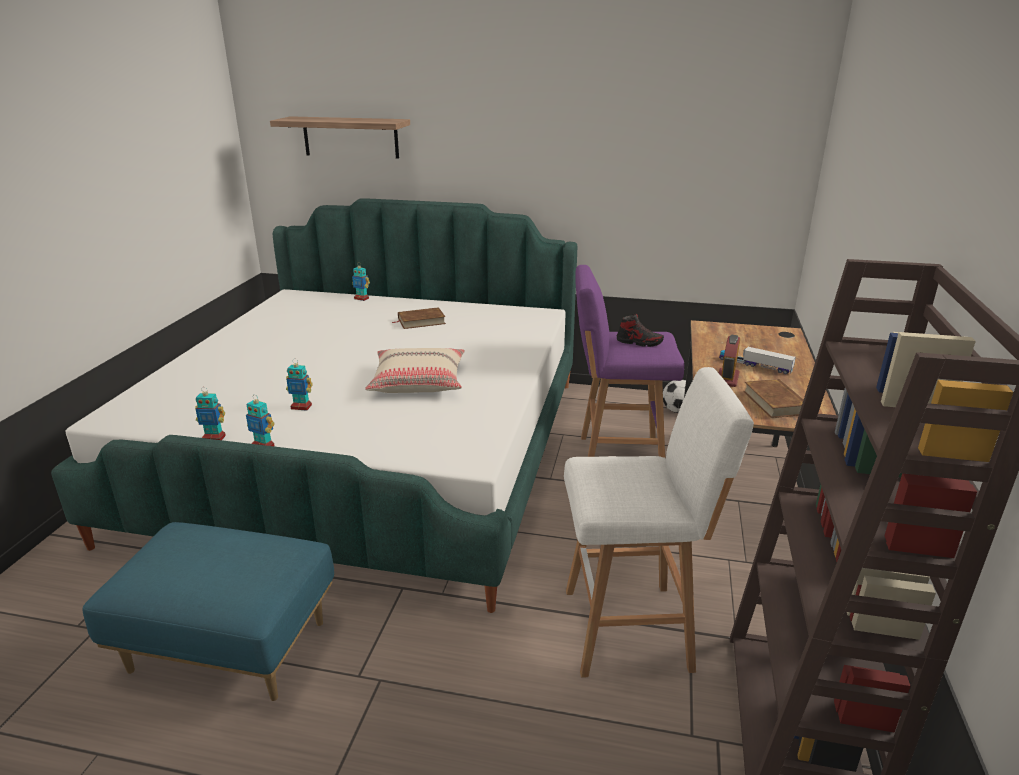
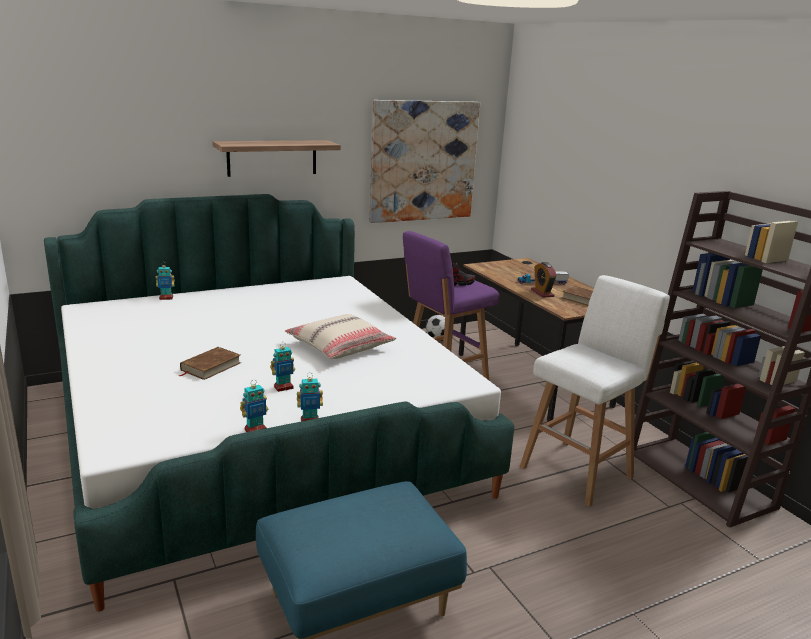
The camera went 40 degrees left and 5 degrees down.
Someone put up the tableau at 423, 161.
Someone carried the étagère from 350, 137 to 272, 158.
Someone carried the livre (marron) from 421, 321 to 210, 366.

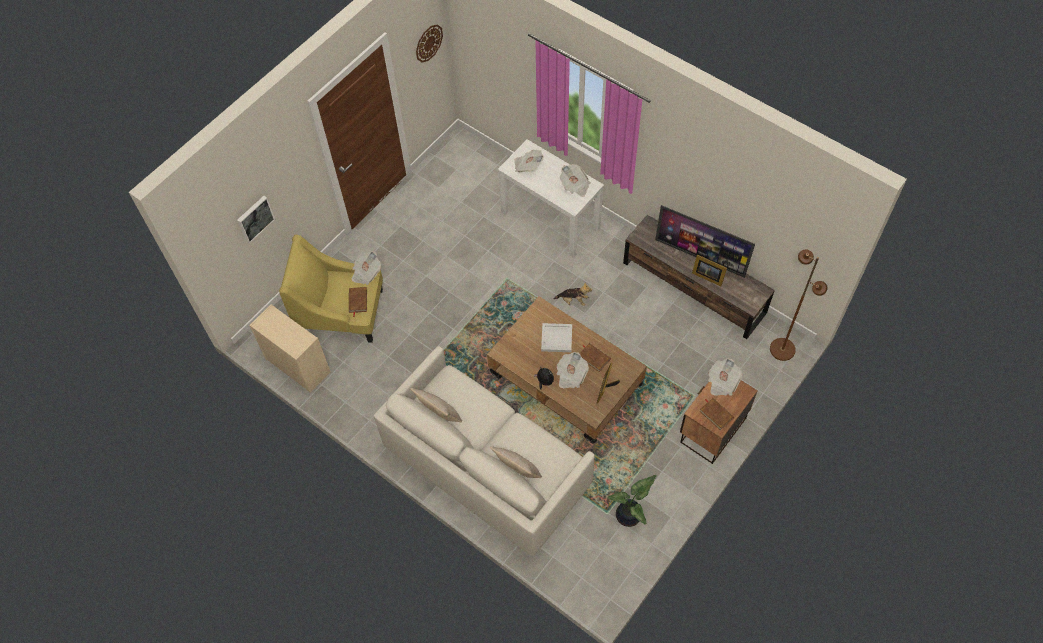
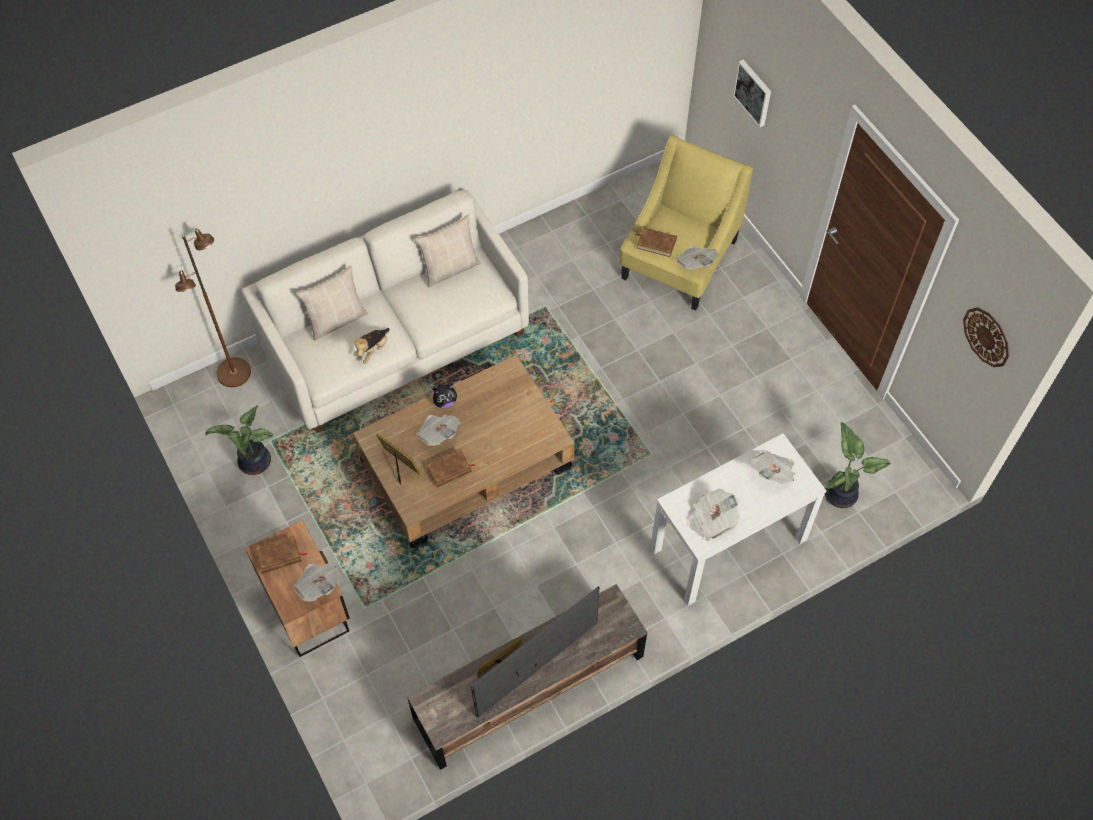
The camera went 110 degrees right and 0 degrees up.
Someone took away the commode (beige) at 297, 365.
Someone took away the plateau (blanc) at 557, 338.
Someone put down the plante en pot at 841, 493.
Someone carried the peluche from 573, 300 to 372, 350.
Someone carried the lampadaire (marron) from 782, 349 to 234, 373.

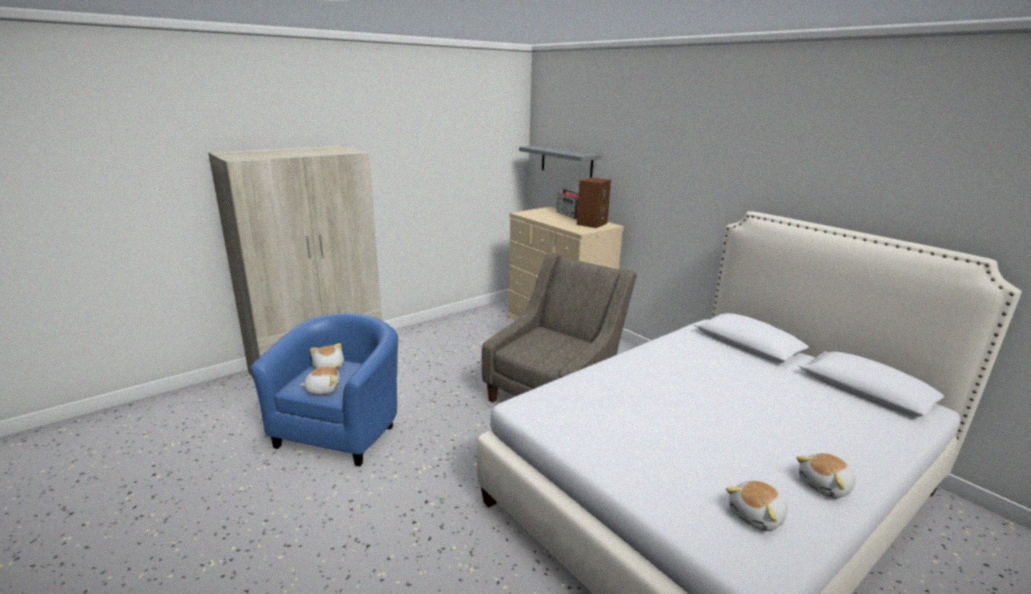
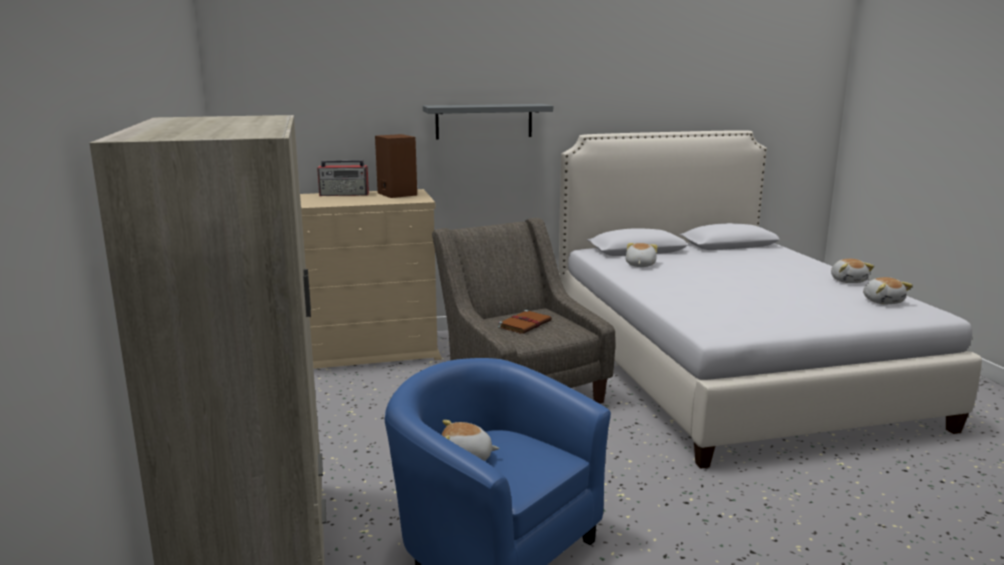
The camera went 65 degrees left and 5 degrees down.
Someone put down the livre (marron) at 525, 324.
Someone carried the peluche from 323, 389 to 639, 265.
Someone carried the étagère (gris) from 566, 162 to 484, 121.

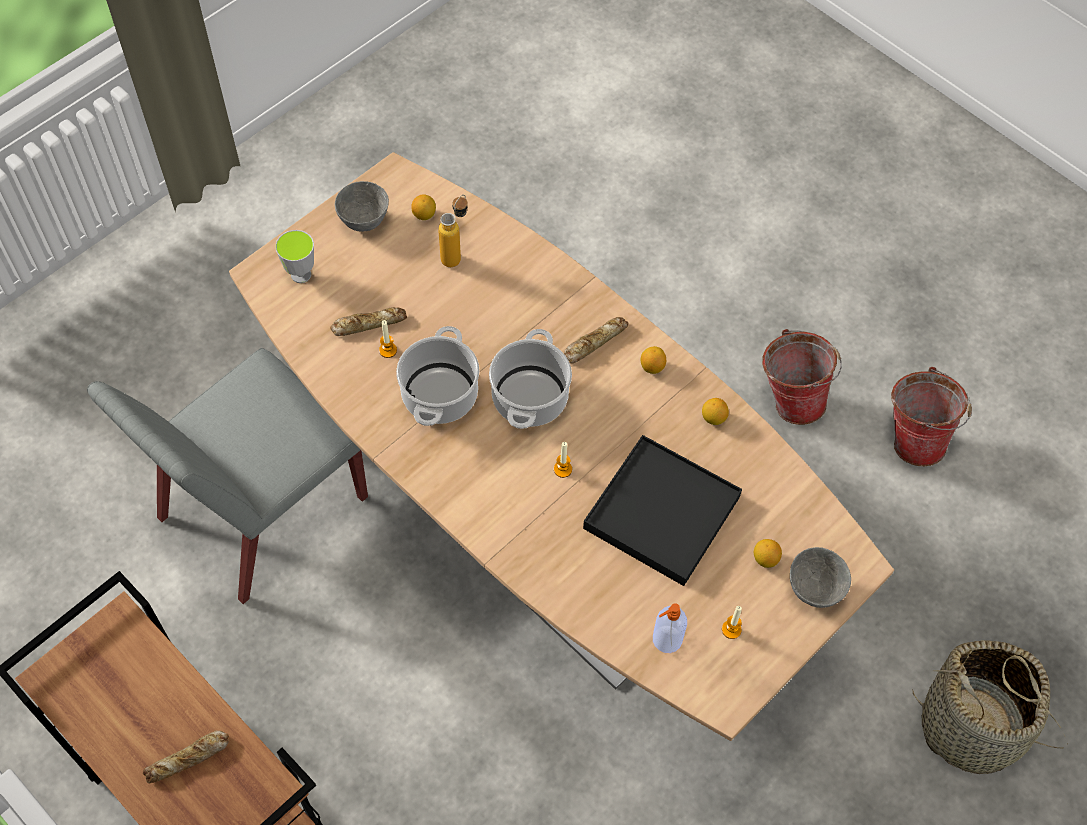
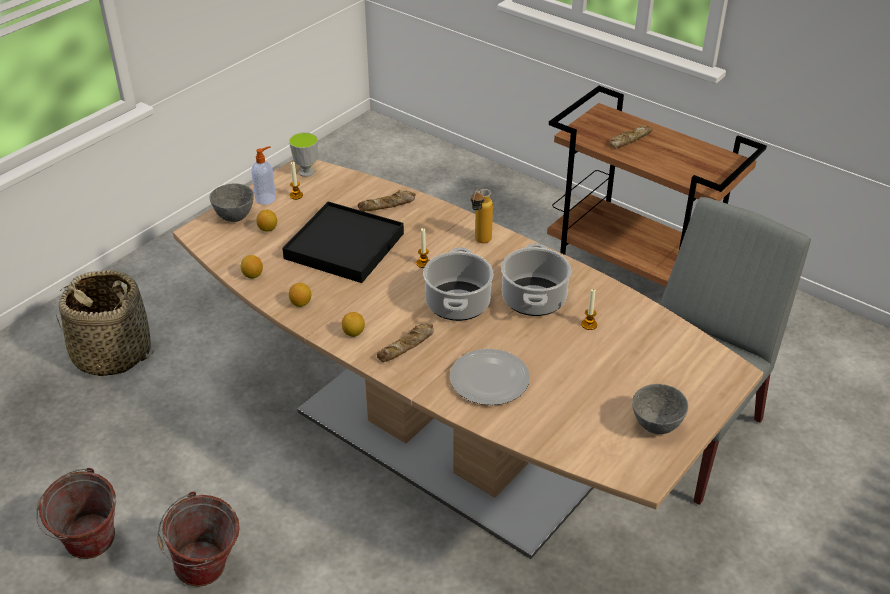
The camera went 175 degrees right and 20 degrees down.
Someone put down the assiette at 489, 379.
Someone carried the tasse from 301, 275 to 306, 172.
Someone carried the pain from 368, 324 to 387, 205.
Someone carried the citron from 424, 215 to 252, 275.
Someone carried the bouteille from 456, 254 to 479, 242.
Someone carried the distributeur de savon from 666, 640 to 266, 198.

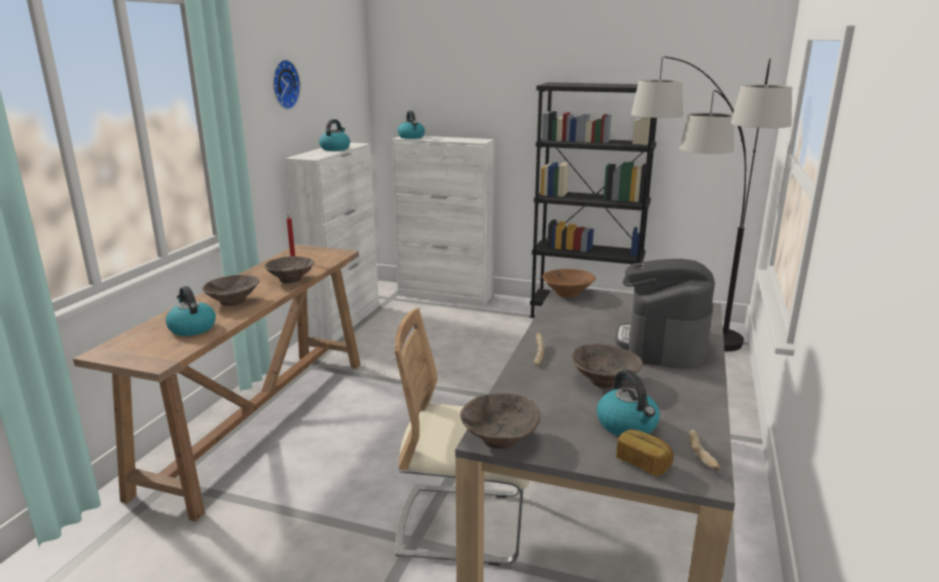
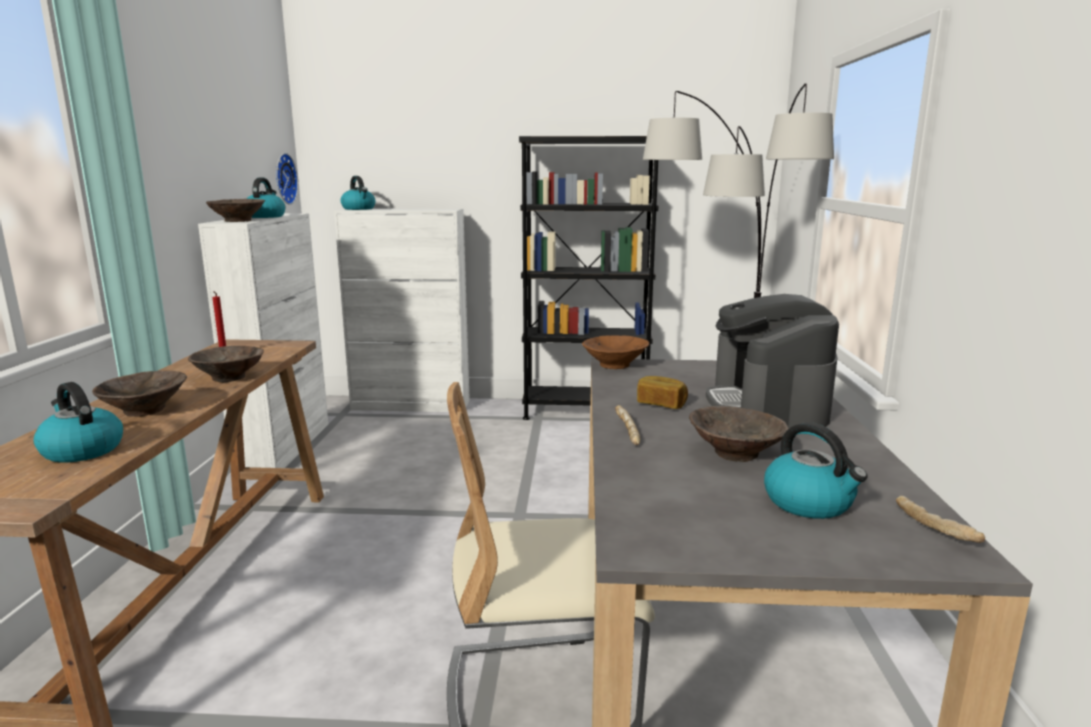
The camera went 15 degrees left and 5 degrees down.
Someone carried the horloge murale from 283, 84 to 283, 179.
Someone carried the bol (marron) from 499, 438 to 238, 221.
Someone carried the pain from 643, 463 to 661, 404.

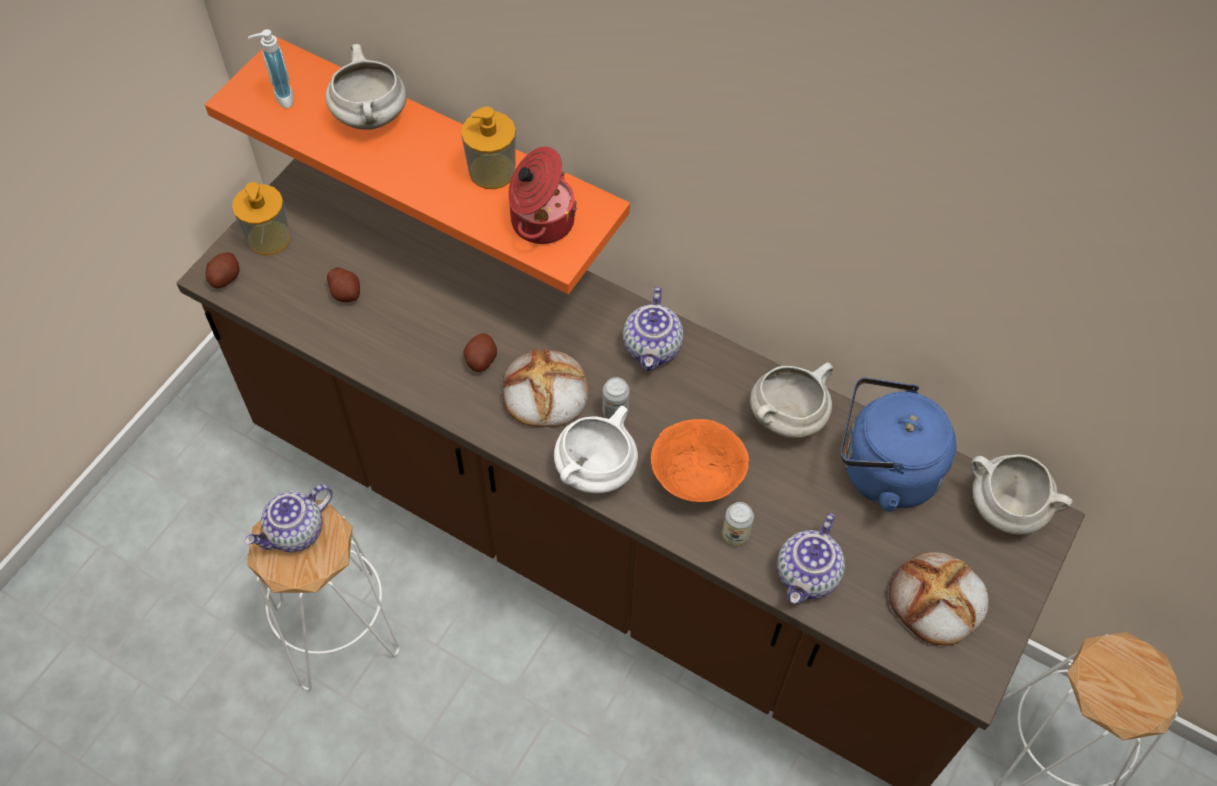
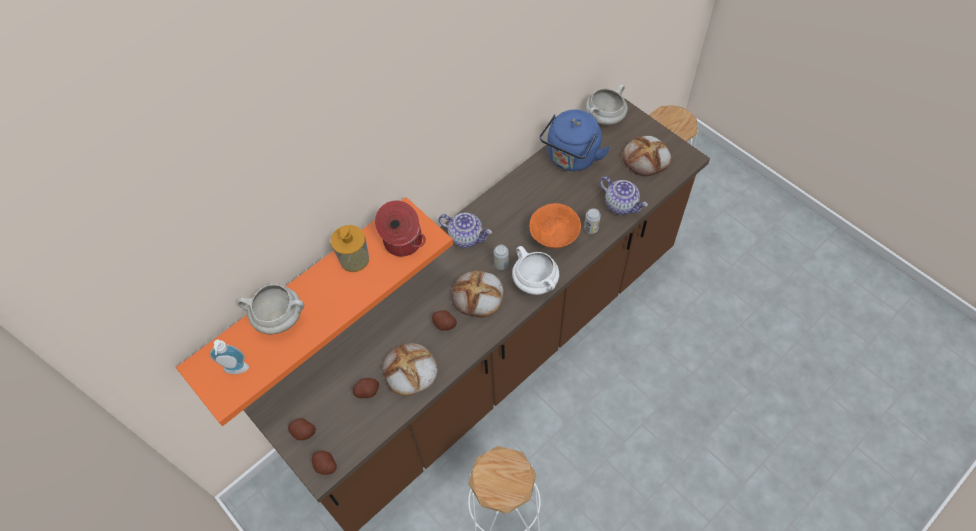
The camera went 70 degrees left and 0 degrees up.
Someone took away the théière at 296, 532.
Someone took away the marmite (blanc) at 787, 416.
Someone put down the pain at 409, 371.
Someone swapped the distributeur de savon at 269, 238 for the pomme de terre at 303, 432.

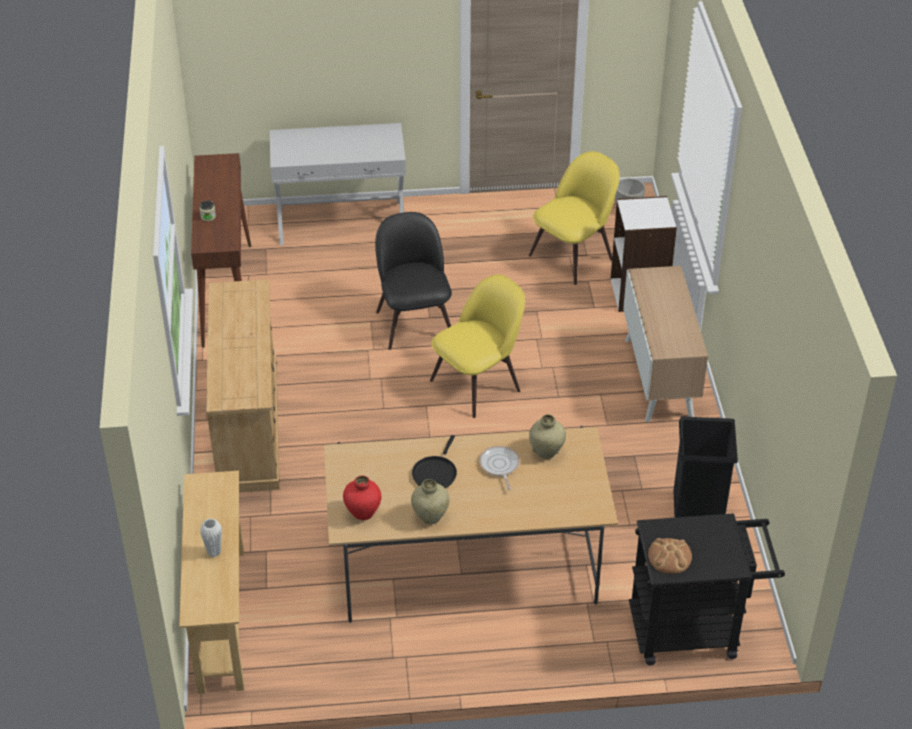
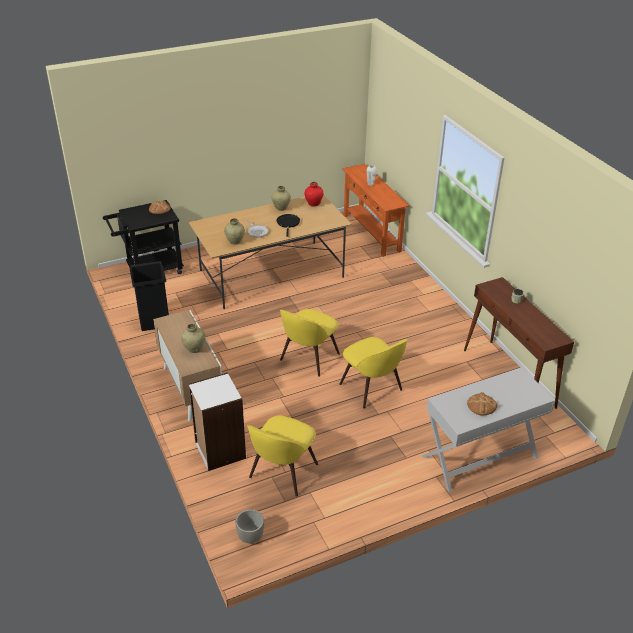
The camera went 160 degrees right and 5 degrees down.
Someone took away the commode (beige) at 248, 424.
Someone put down the vase (beige) at 194, 349.
Someone put down the pain at 481, 405.
Someone repainted the table console (beige) at 220, 619, which became the table console (orange) at 372, 233.
Someone repainted the chaise (noir) at 414, 322, which became the chaise (jaune) at 372, 388.

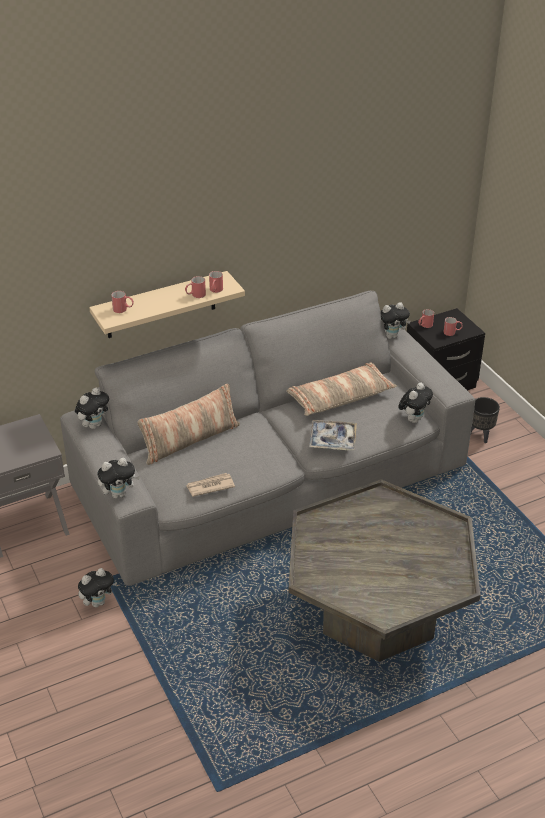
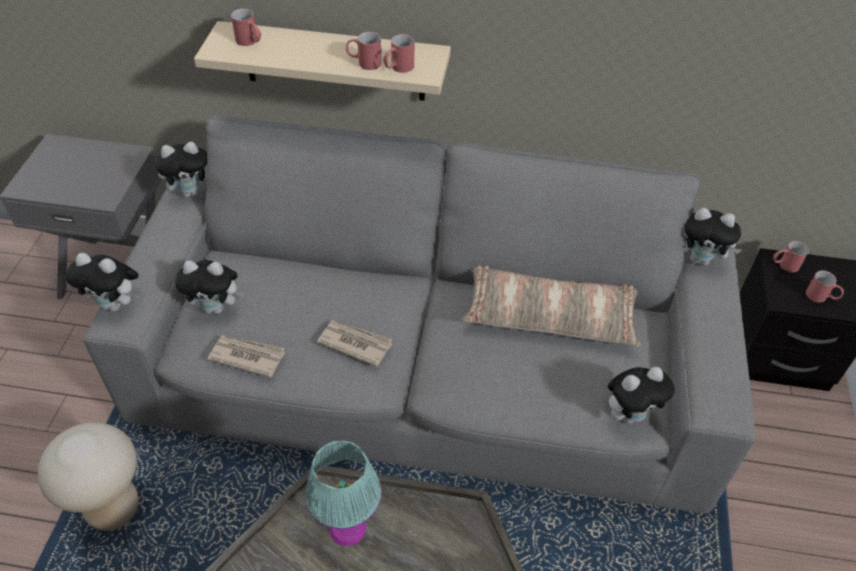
The camera went 35 degrees right and 10 degrees up.
Someone took away the coussin at 190, 440.
Someone took away the plateau at 332, 440.
Someone took away the cache-pot (noir) at 480, 435.
Someone put down the tabouret (beige) at 113, 509.
Someone put down the lampe de table (turquoise) at 348, 528.
Someone put down the journal at 355, 343.
Someone carried the peluche from 98, 602 to 216, 307.

